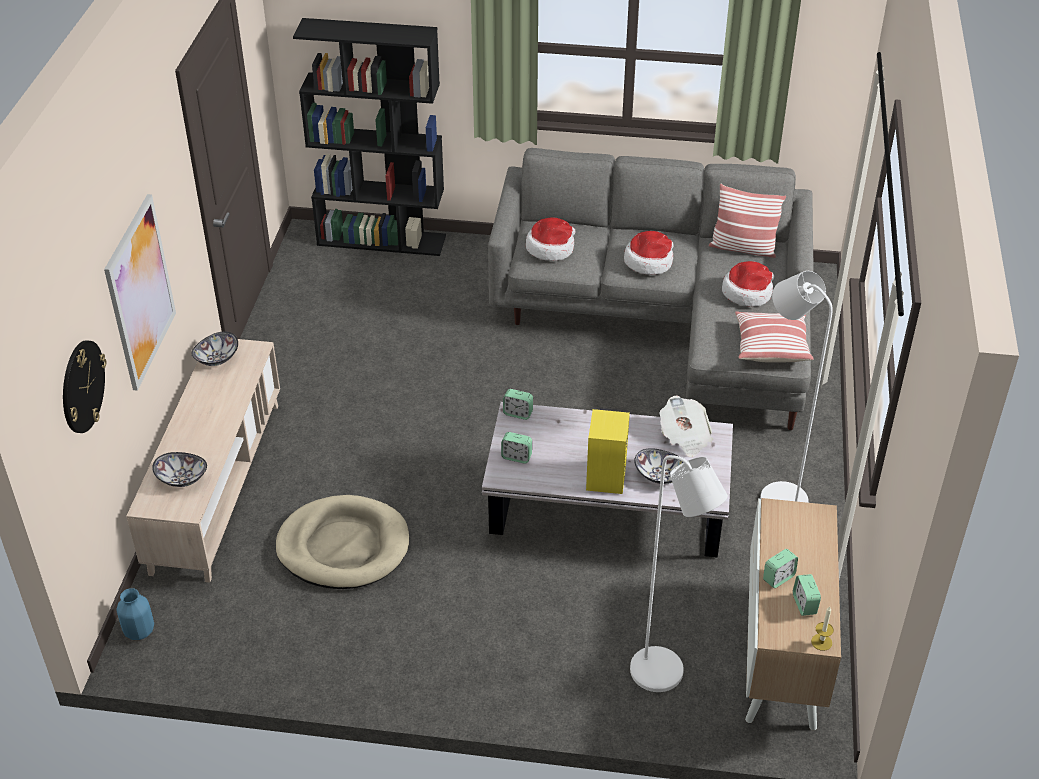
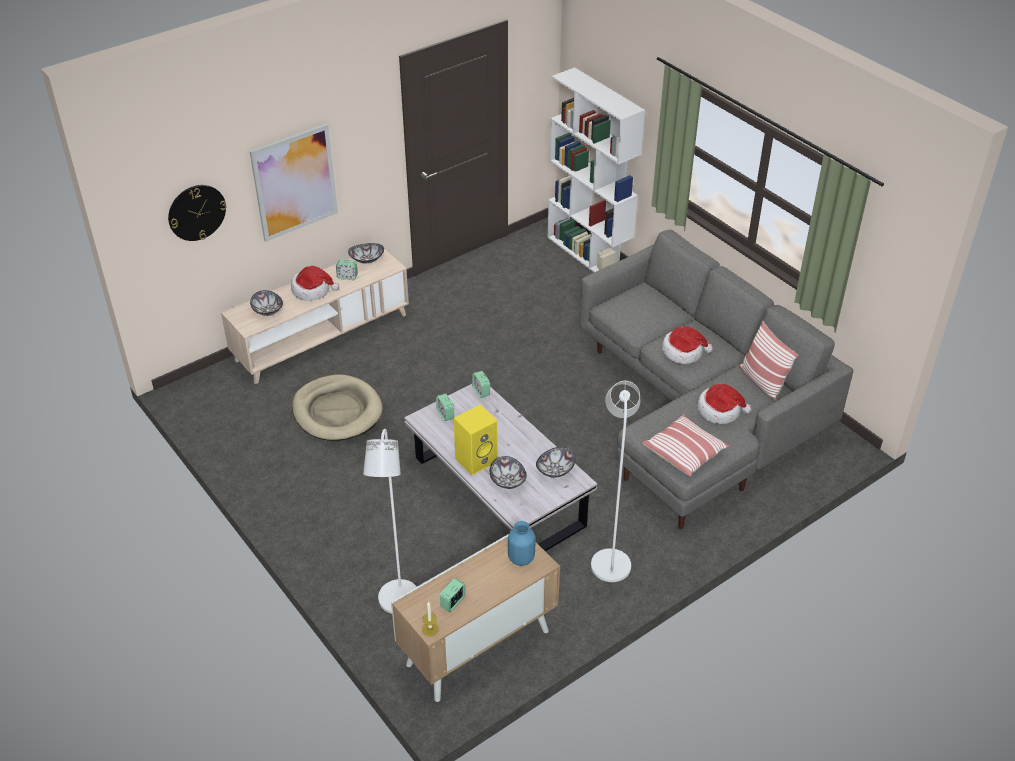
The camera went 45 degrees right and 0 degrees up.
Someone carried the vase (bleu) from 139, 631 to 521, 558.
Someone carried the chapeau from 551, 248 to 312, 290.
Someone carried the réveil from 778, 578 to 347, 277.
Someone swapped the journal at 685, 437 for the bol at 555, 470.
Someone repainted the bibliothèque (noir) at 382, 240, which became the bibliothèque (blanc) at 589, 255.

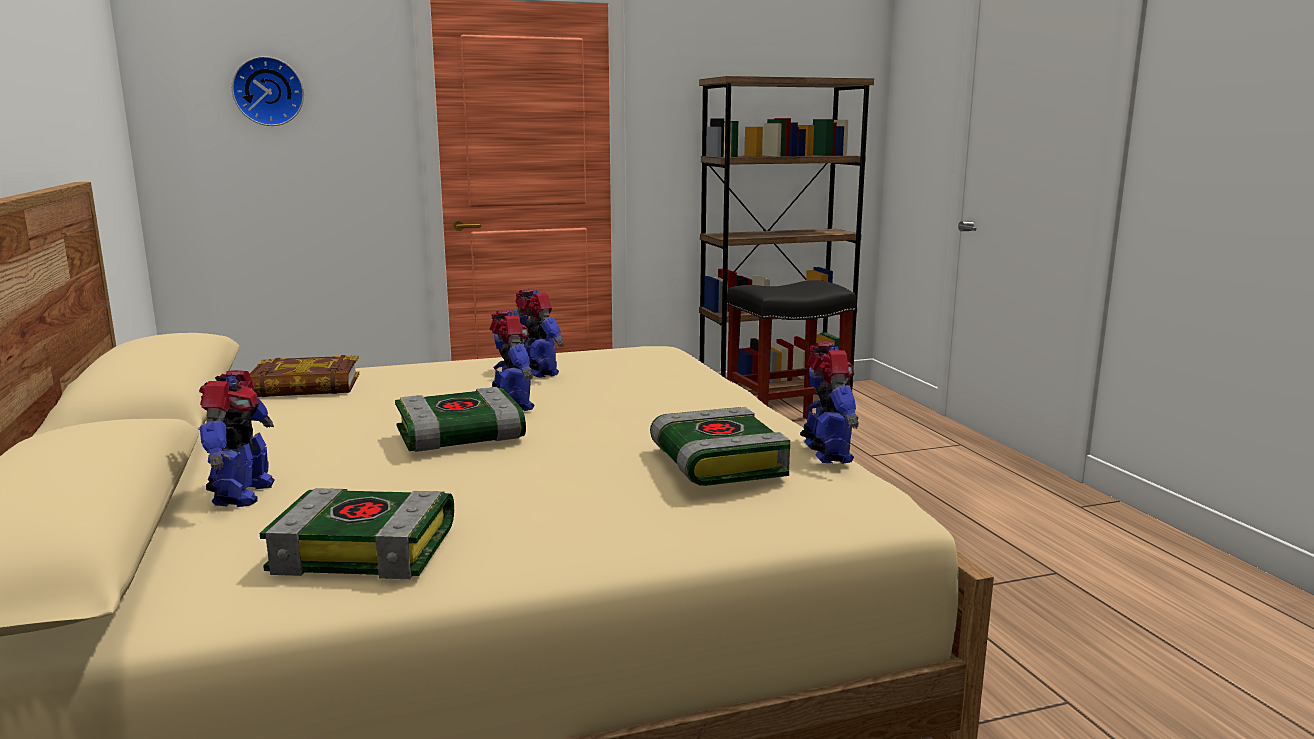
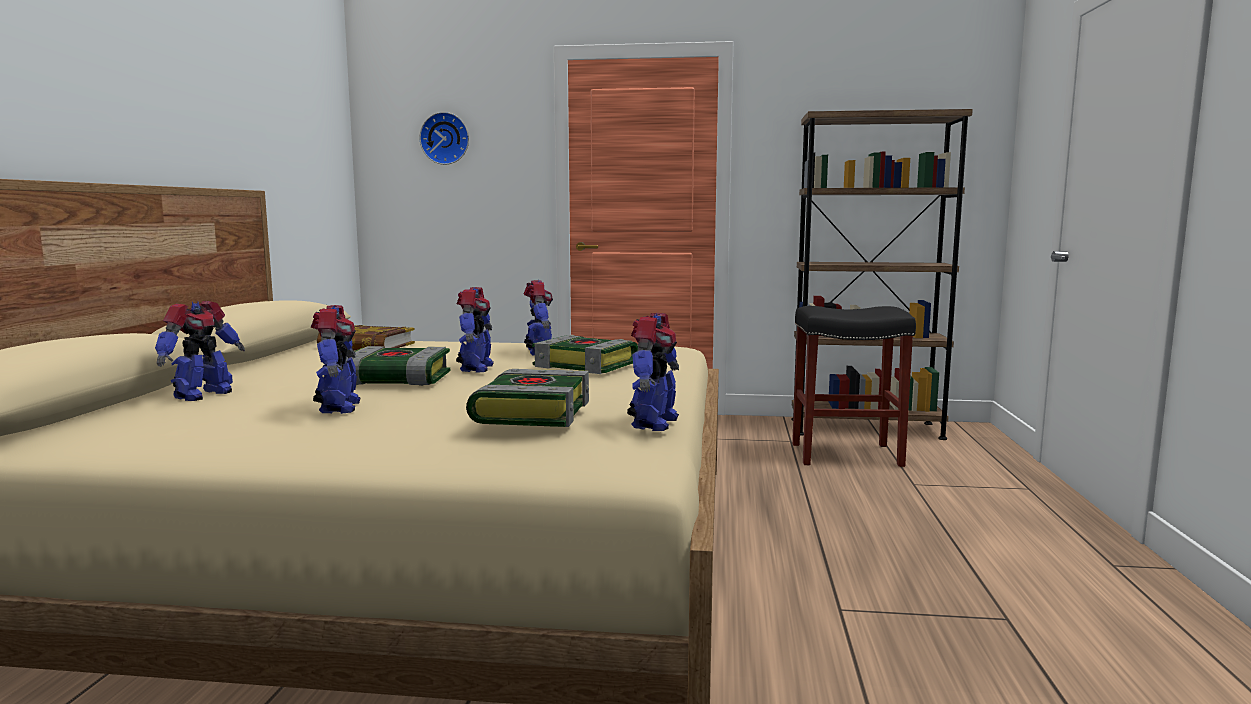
The camera went 25 degrees right and 5 degrees down.
Someone put down the robot jouet at 338, 407.
Someone carried the livre from 368, 549 to 587, 365.

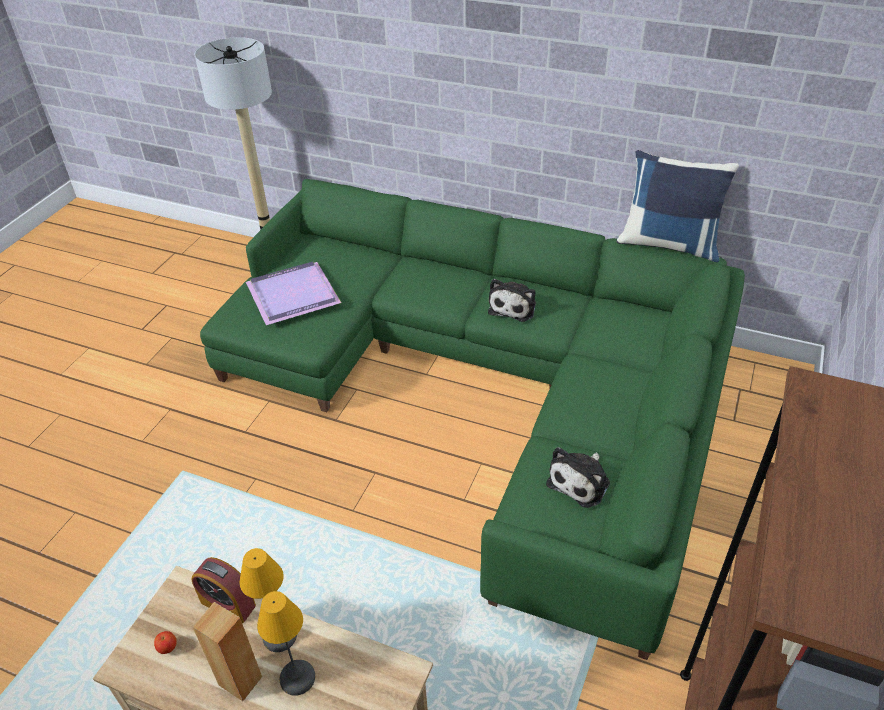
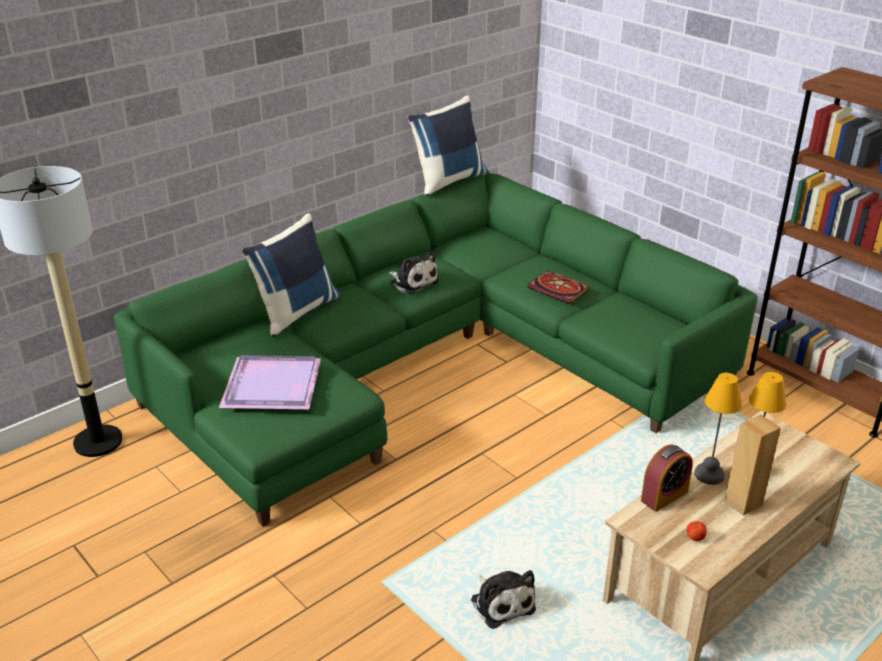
The camera went 65 degrees left and 10 degrees down.
Someone put down the coussin (bleu) at 296, 311.
Someone put down the livre at 559, 289.
Someone carried the peluche from 581, 481 to 501, 602.

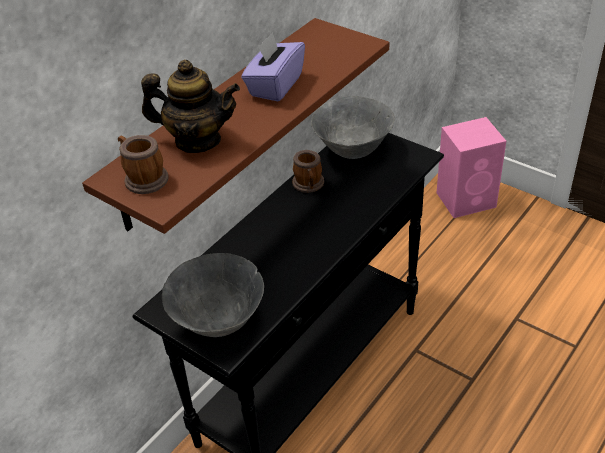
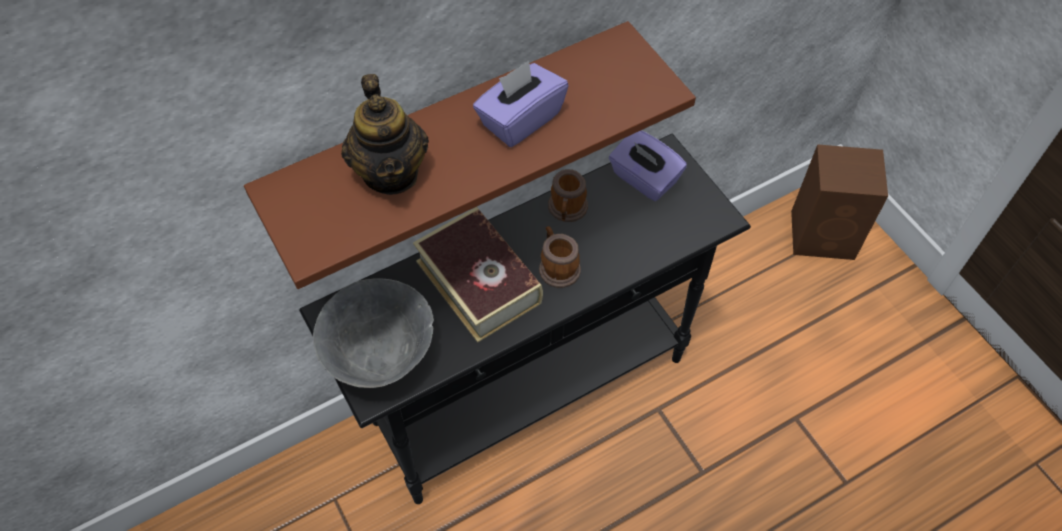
The camera went 20 degrees right and 15 degrees up.
Someone put down the livre at 478, 282.
Someone carried the mug from 143, 178 to 557, 266.
Someone swapped the bol (gris) at 353, 150 for the boîte à mouchoirs (violet) at 644, 179.
Someone repainted the enceinte (rose) at 467, 199, which became the enceinte (marron) at 824, 235.
Someone rotated the théière at 197, 140 by 45 degrees clockwise.

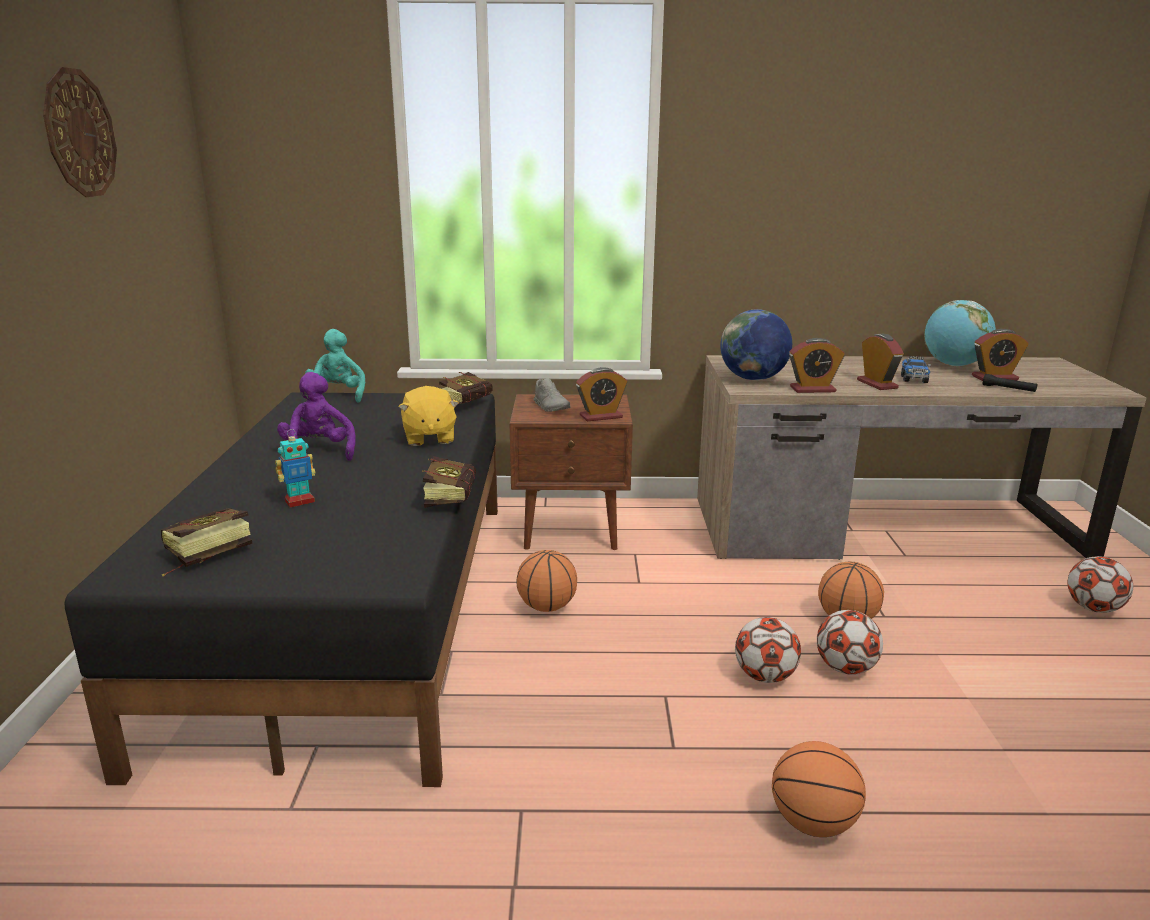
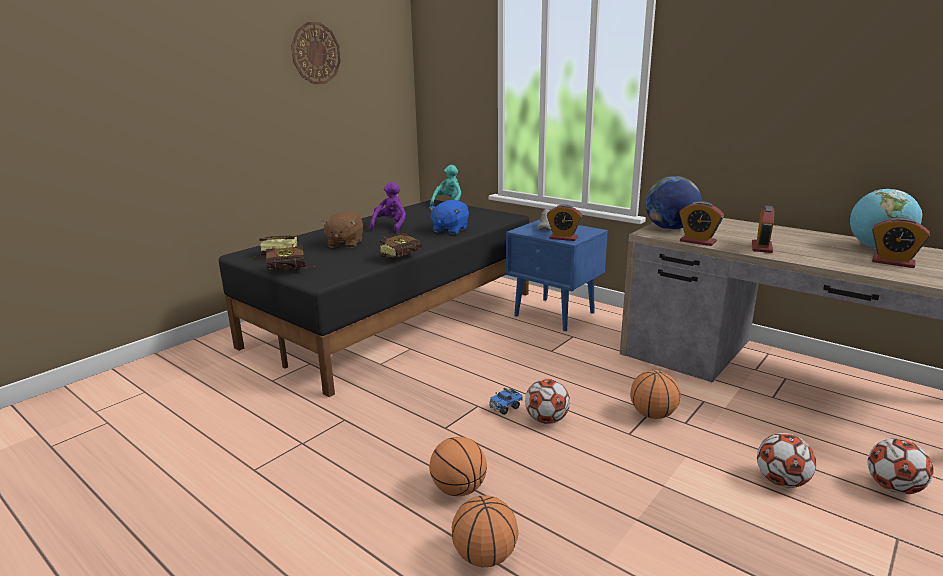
The camera went 40 degrees right and 0 degrees up.
Someone took away the lampe de poche (noir) at 1008, 389.
Someone carried the livre from 470, 403 to 292, 271.
Someone carried the ballon de basket from 547, 607 to 485, 556.
Someone carried the ballon de foot from 845, 668 to 781, 481.
Someone carried the camion jouet from 914, 379 to 505, 407.
Someone swapped the robot jouet at 299, 501 for the peluche (marron) at 345, 244.
Someone repainted the peluche (jaune) at 429, 438, which became the peluche (bleu) at 449, 230.
Someone repainted the table de chevet (marron) at 572, 531, which became the table de chevet (bleu) at 555, 314.

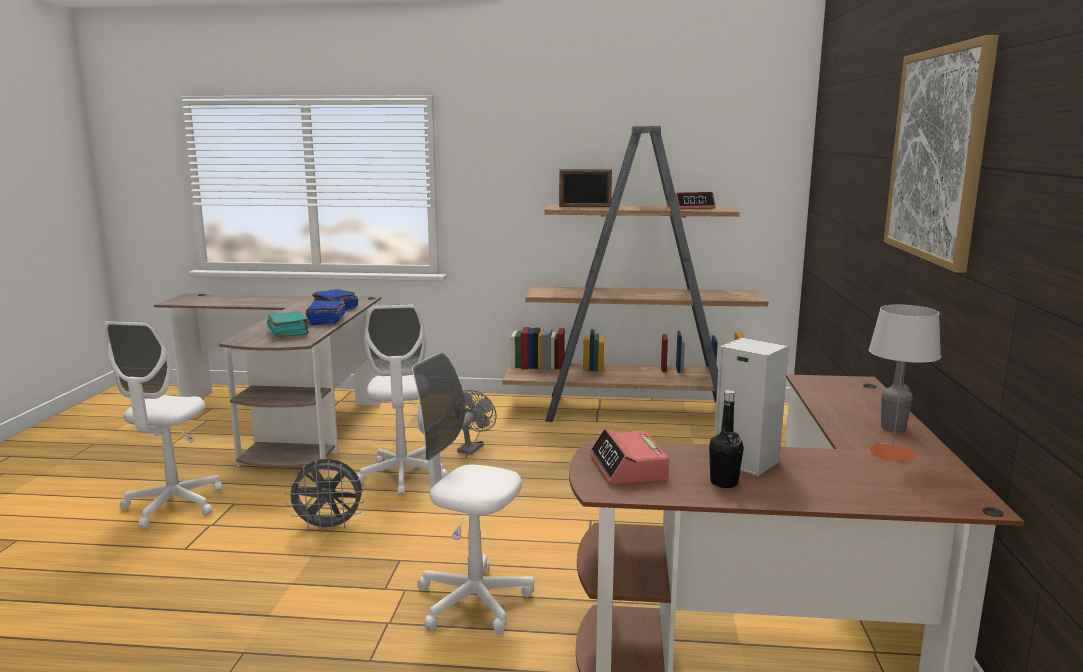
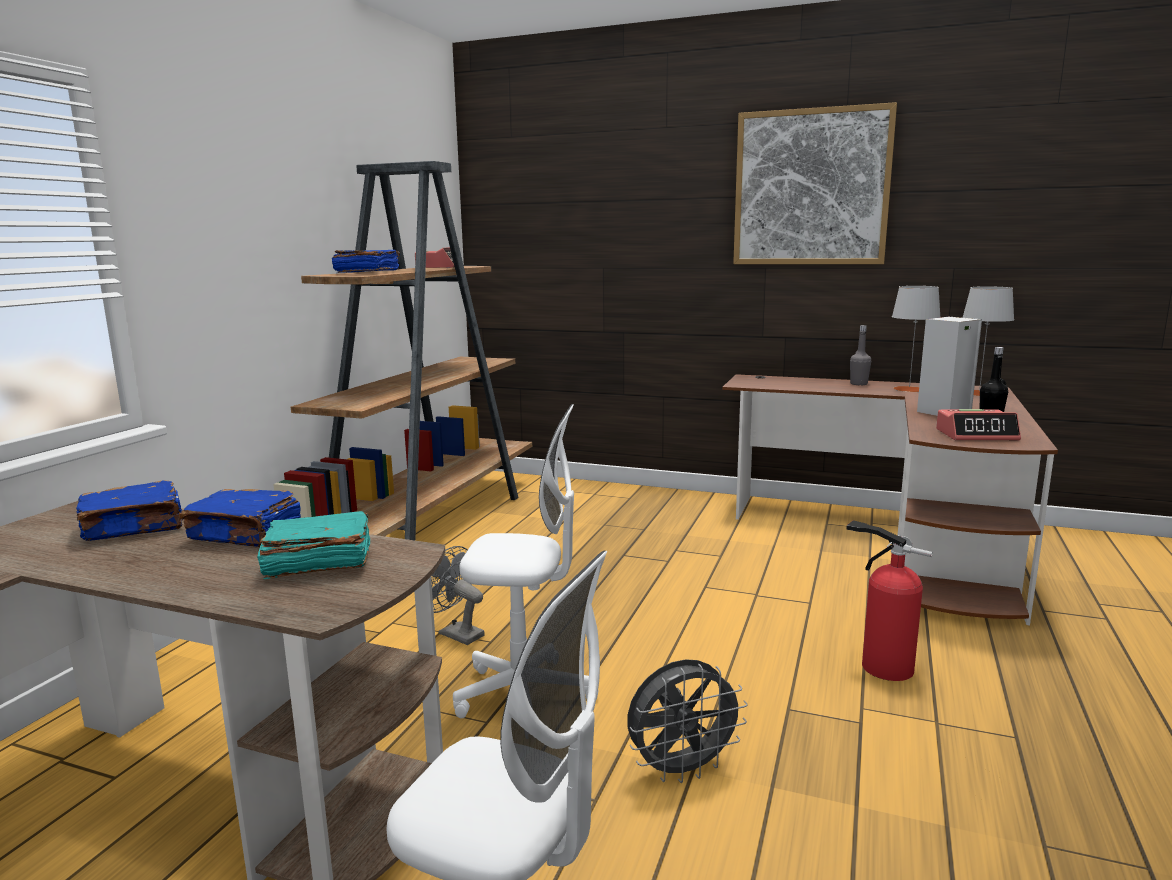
The camera went 75 degrees left and 0 degrees up.
Someone put down the lampe de table (gris) at 979, 393.
Someone swapped the chaise de bureau (blanc) at 473, 602 for the extincteur at 881, 666.
Someone swapped the cadre photo at 585, 207 for the livre (bleu) at 366, 273.
Someone rotated the ventilateur (gris) at 329, 527 by 60 degrees clockwise.

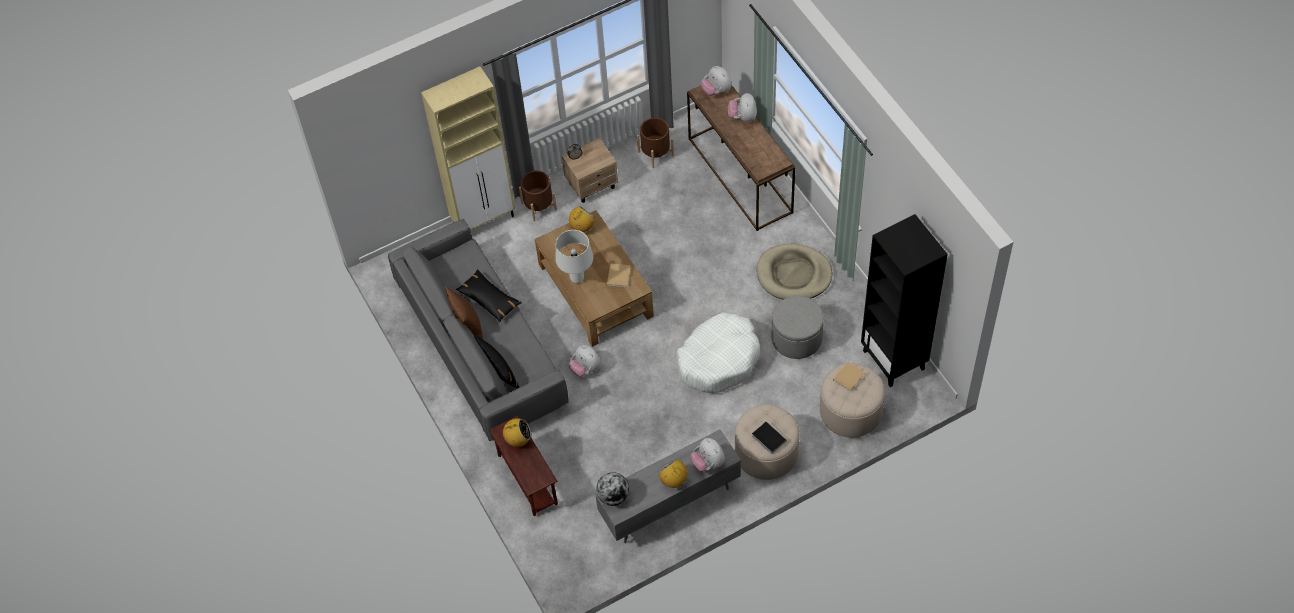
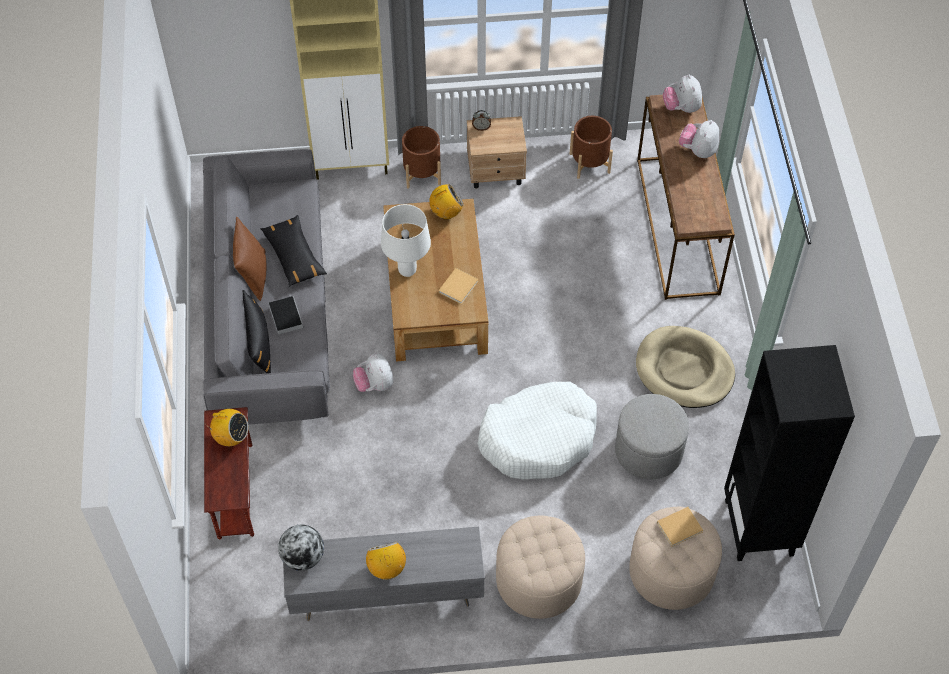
The camera went 20 degrees right and 0 degrees up.
Someone took away the peluche at 708, 463.
Someone carried the livre from 768, 438 to 285, 316.

